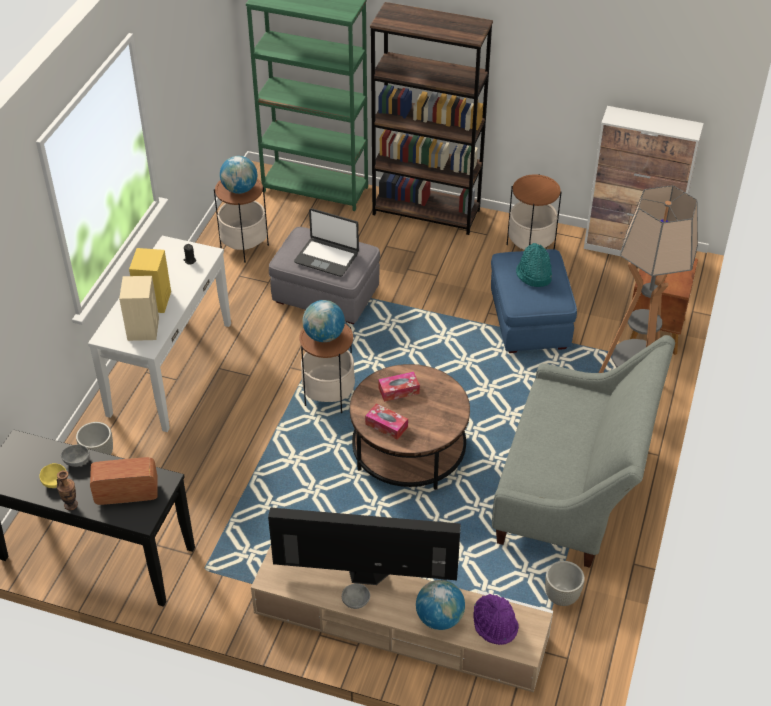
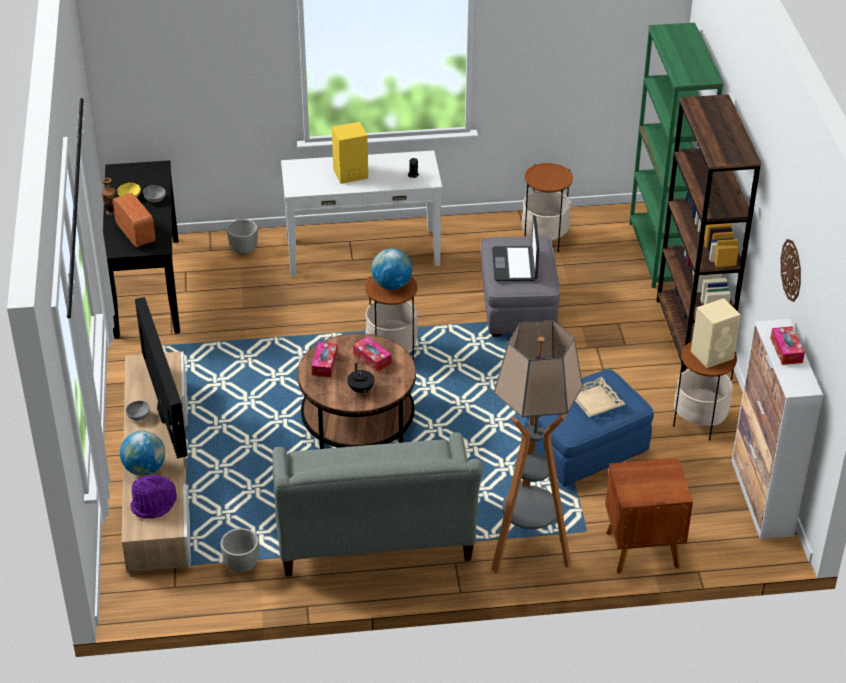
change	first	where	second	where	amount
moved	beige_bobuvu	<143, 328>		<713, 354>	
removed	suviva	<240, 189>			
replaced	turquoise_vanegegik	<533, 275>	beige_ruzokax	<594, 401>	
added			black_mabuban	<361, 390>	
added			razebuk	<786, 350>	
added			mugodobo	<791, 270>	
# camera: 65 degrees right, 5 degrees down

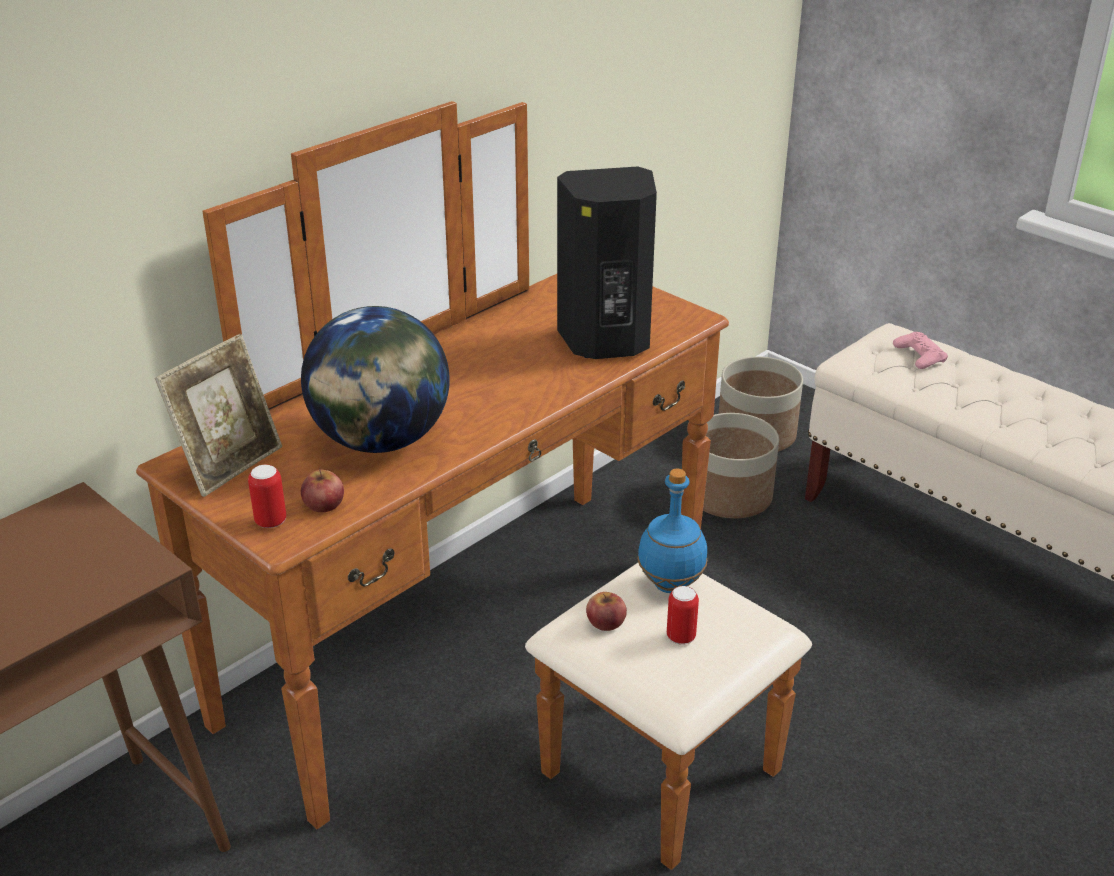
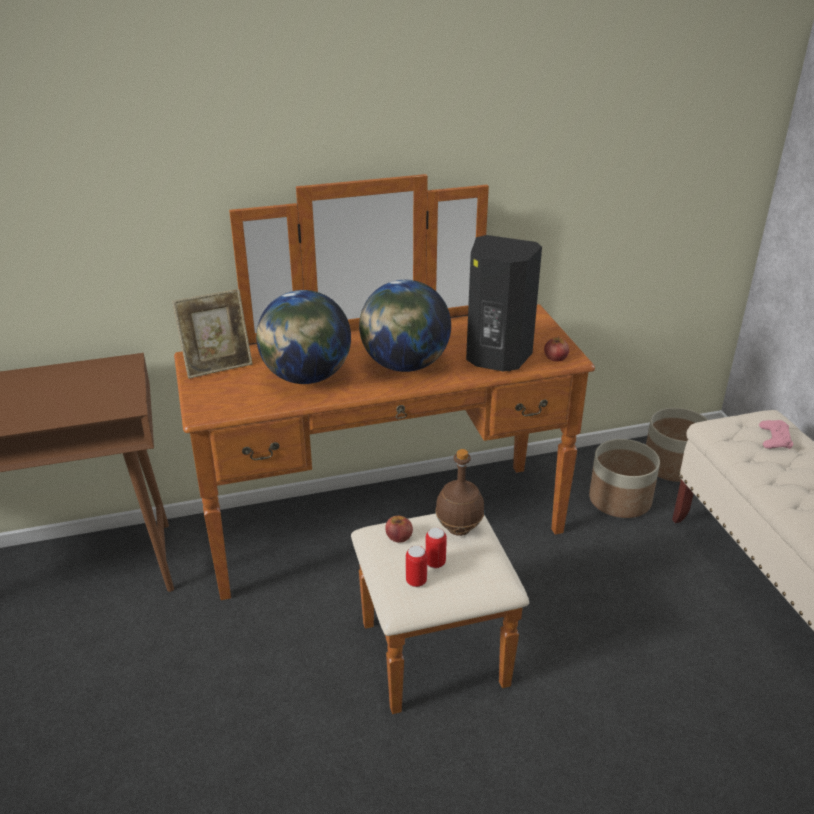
change	first	where	second	where	amount
moved	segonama	<271, 521>		<416, 581>	
moved	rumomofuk	<323, 503>		<555, 357>	
recoloured	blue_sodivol	<671, 585>	brown_sodivol	<458, 529>	
added			suviva	<404, 365>	
# camera: 30 degrees right, 0 degrees up

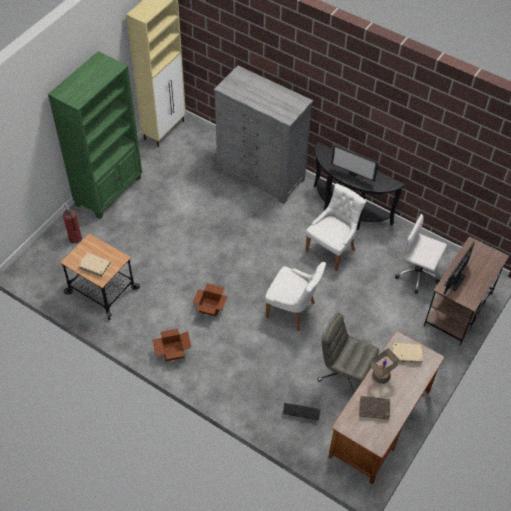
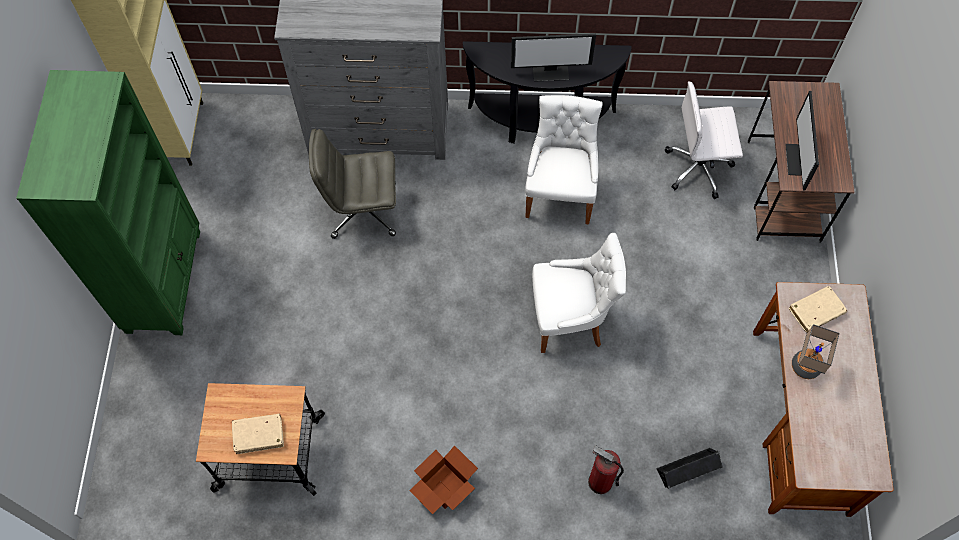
change	first	where	second	where	amount
moved	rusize	<75, 238>		<600, 482>	
removed	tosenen	<211, 306>			
moved	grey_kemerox	<344, 373>		<362, 210>	
removed	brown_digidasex	<374, 409>			
# camera: 30 degrees left, 10 degrees up

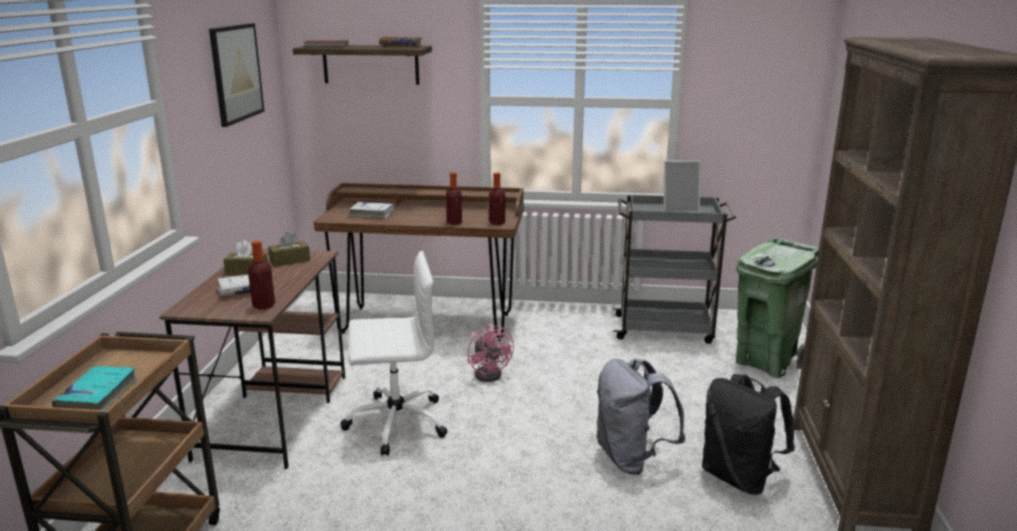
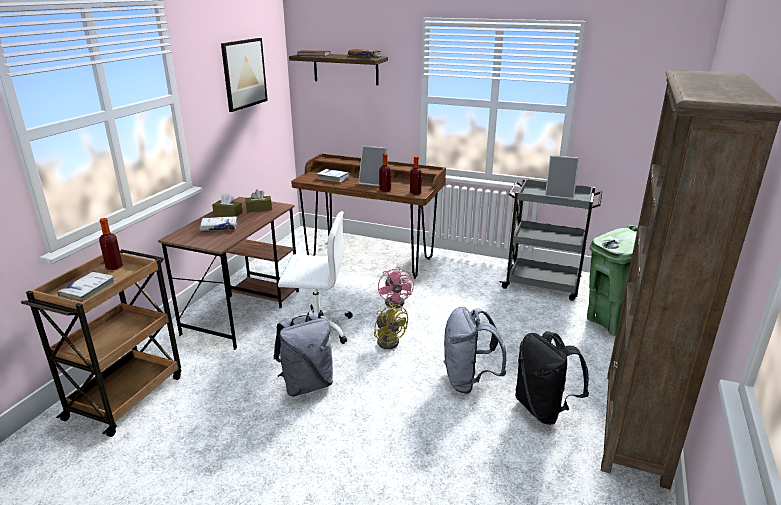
change	first	where	second	where	amount
recoloured	turquoise_digidasex	<97, 396>	white_digidasex	<88, 291>	
moved	sodivol	<264, 306>		<114, 267>	
added			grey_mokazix	<307, 384>	
added			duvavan	<373, 182>	
added			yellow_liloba	<389, 340>	
# camera: 15 degrees right, 5 degrees up

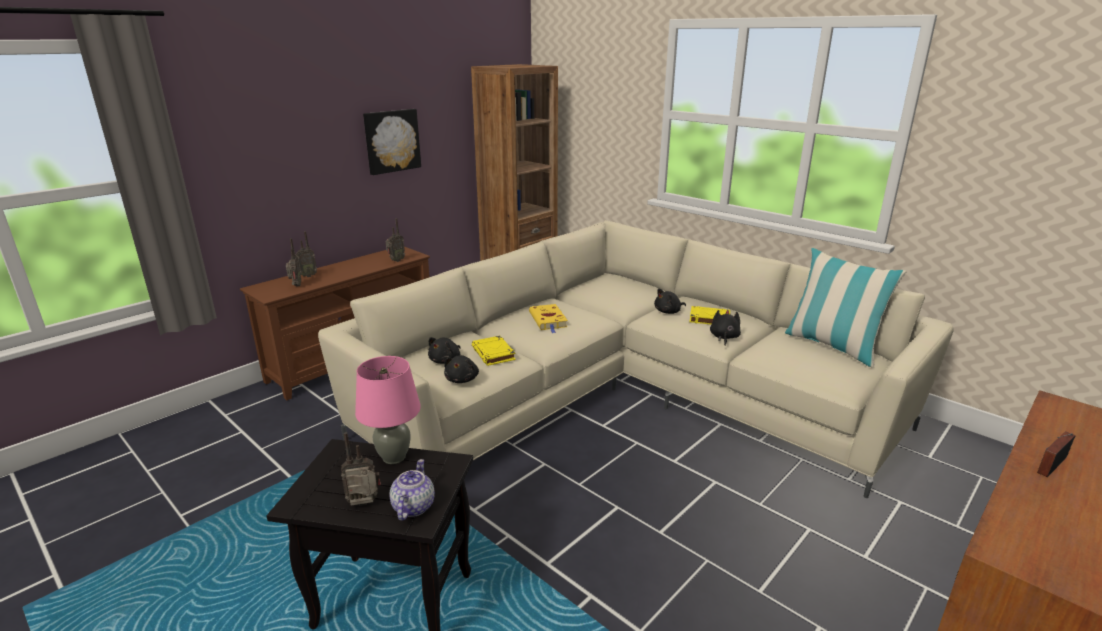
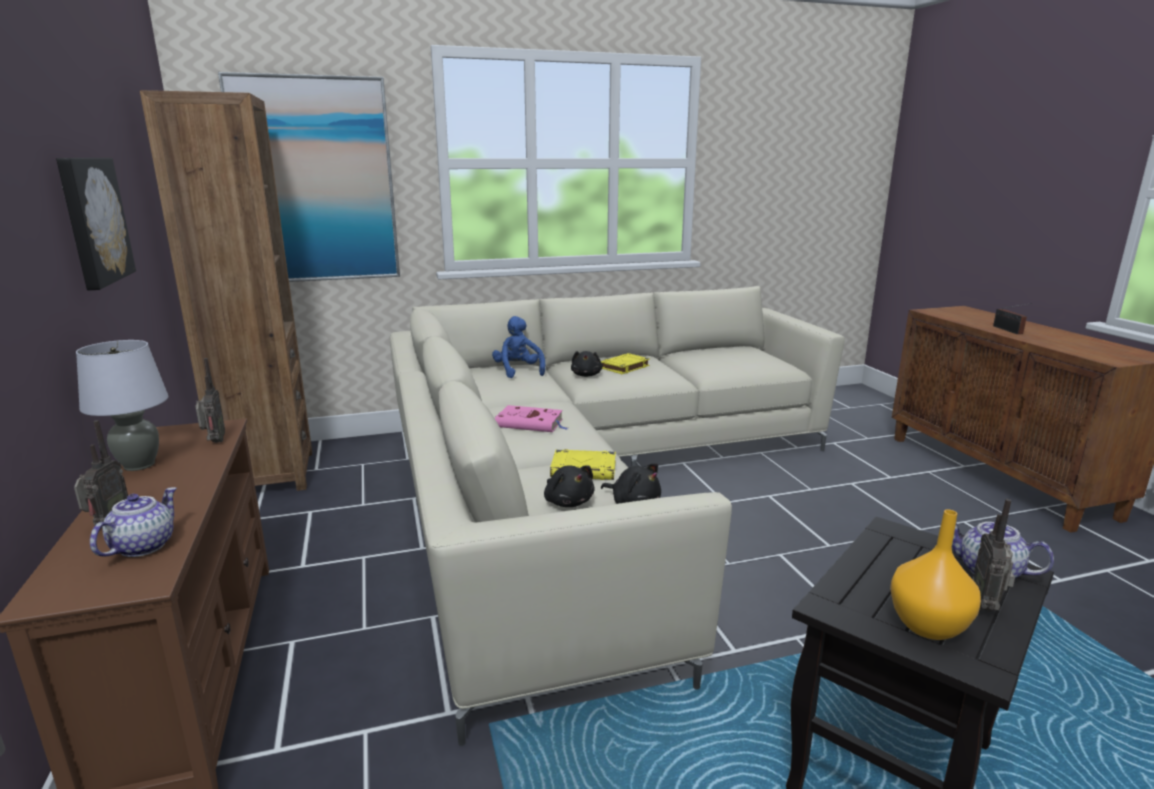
change	first	where	second	where	amount
replaced	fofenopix	<295, 286>	mabuban	<143, 546>	
removed	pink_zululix	<394, 457>			
recoloured	yellow_digidasex	<548, 320>	pink_digidasex	<531, 423>	
removed	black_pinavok	<724, 337>			
removed	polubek	<832, 346>			
added			grey_zululix	<139, 465>	
added			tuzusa	<316, 181>	
added			blue_pinavok	<518, 371>	
added			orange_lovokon	<928, 627>	
# camera: 60 degrees left, 5 degrees down

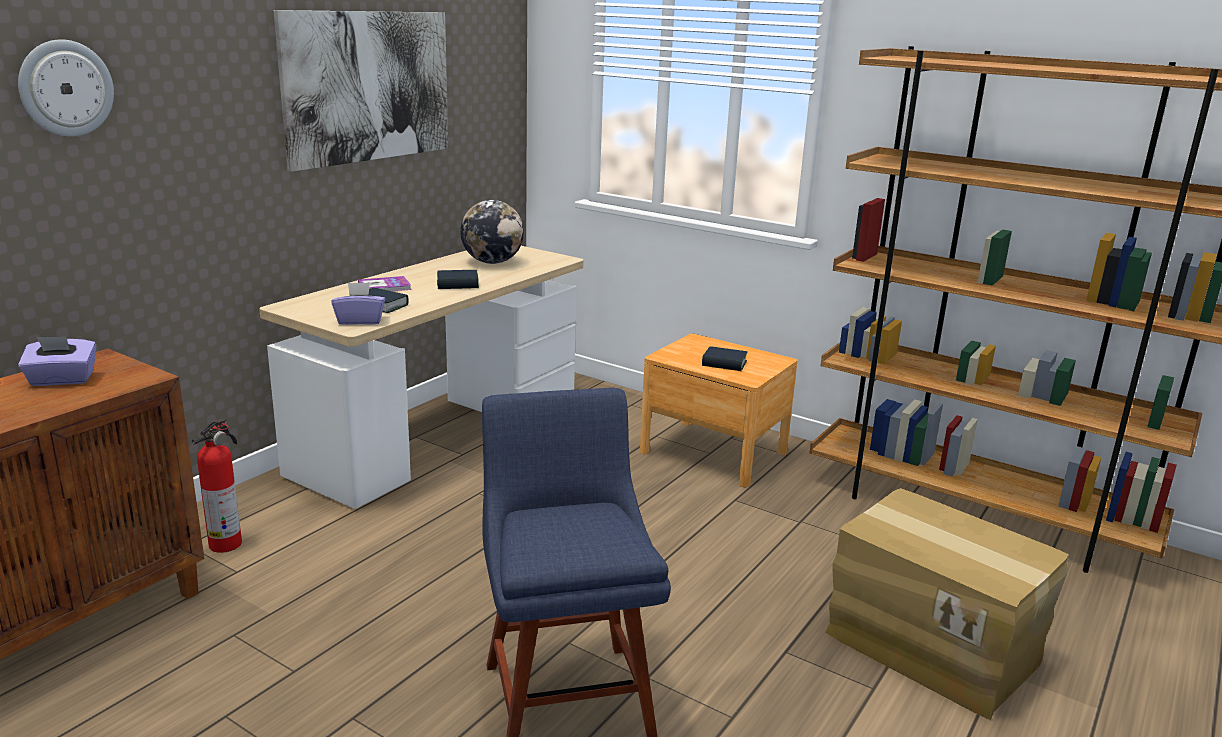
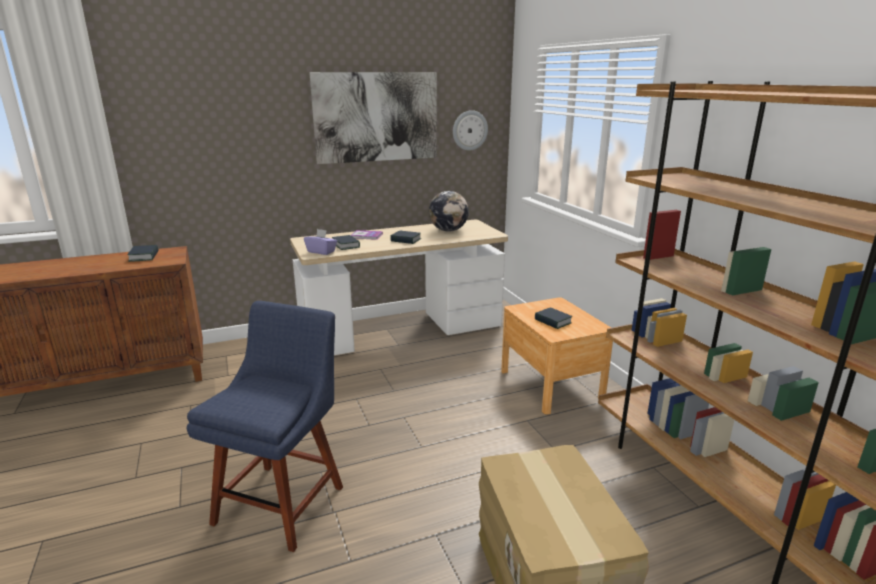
change	first	where	second	where	amount
moved	mugodobo	<65, 88>		<469, 130>	
replaced	purple_razebuk	<62, 380>	digidasex	<144, 256>	
removed	rusize	<227, 543>			
# camera: 35 degrees right, 0 degrees up

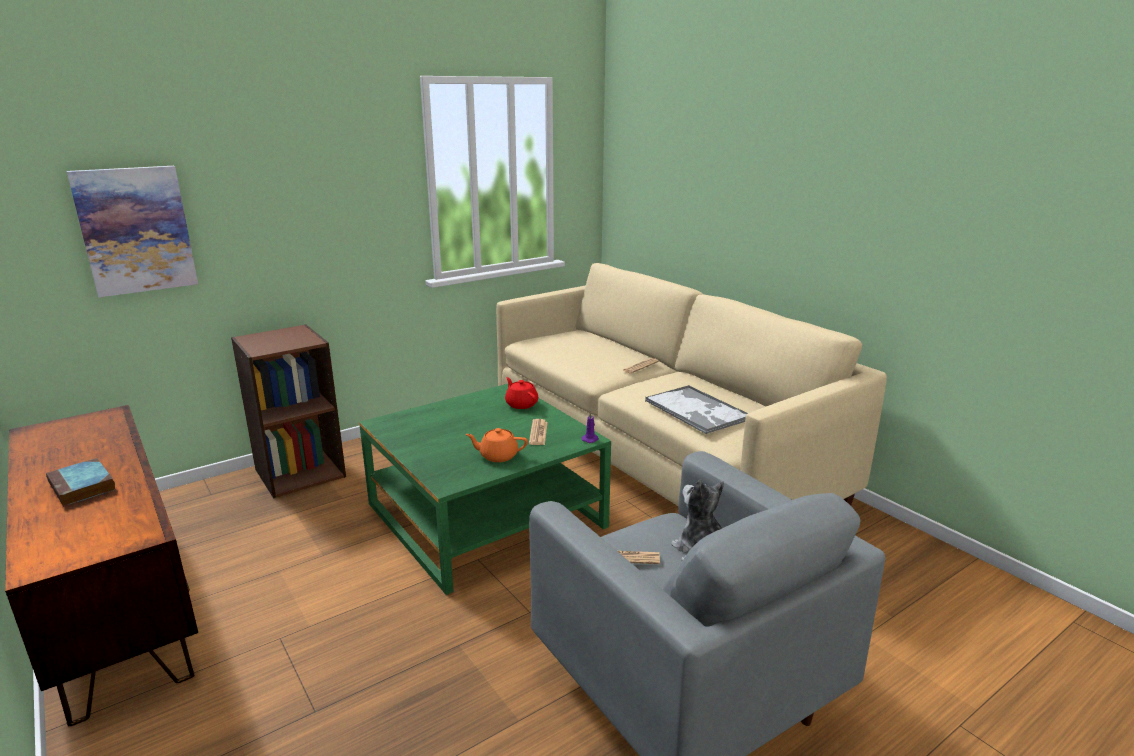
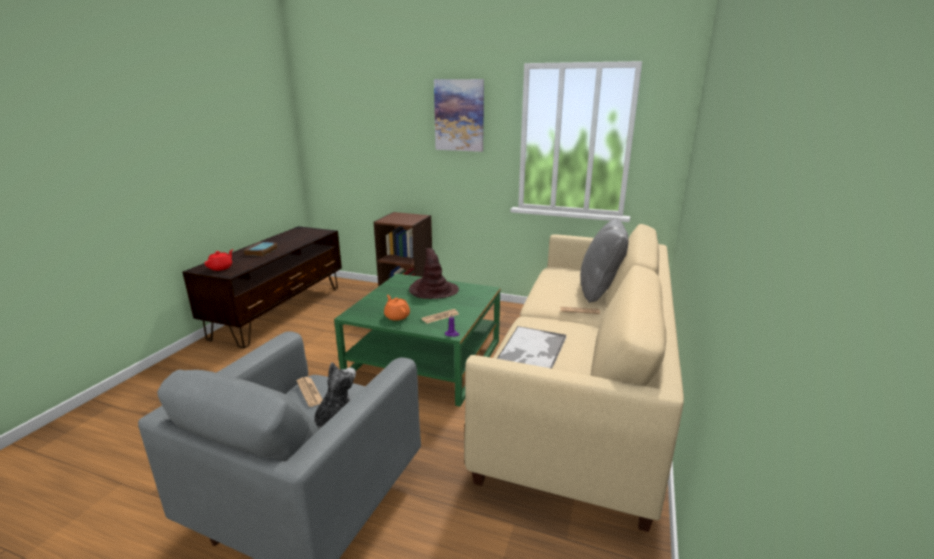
change	first	where	second	where	amount
moved	tuzusa	<135, 230>		<459, 115>	
moved	red_mabuban	<521, 404>		<221, 268>	
added			brown_vanegegik	<433, 290>	
added			grey_polubek	<599, 291>	
# camera: 55 degrees right, 0 degrees up

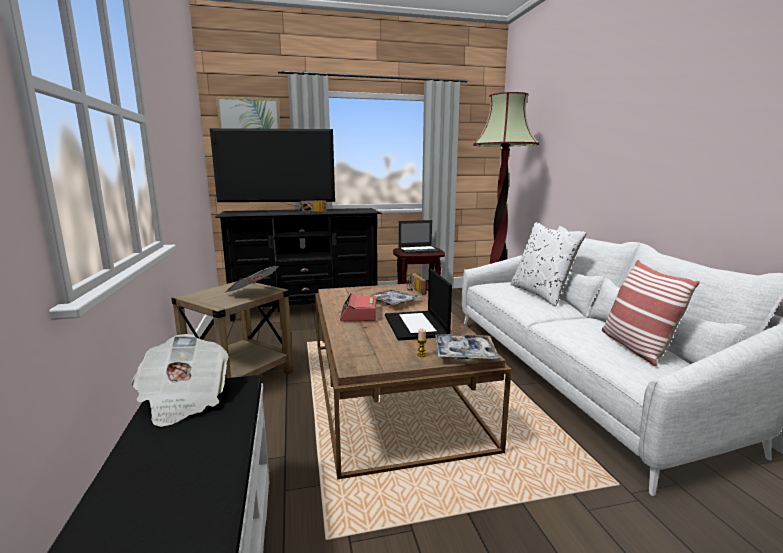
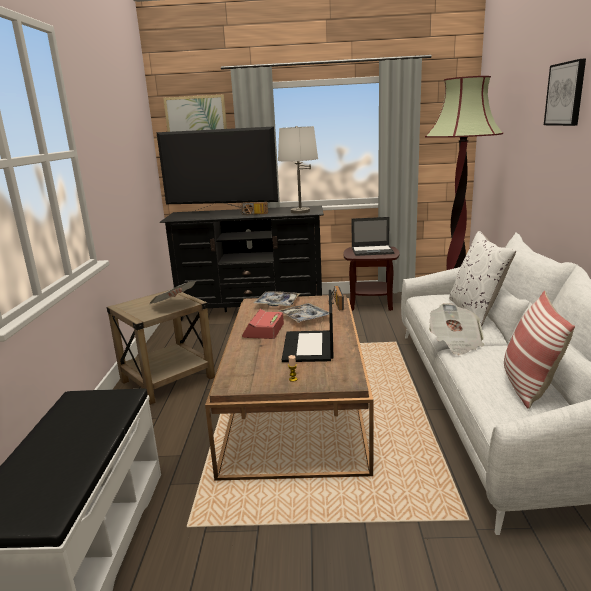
change	first	where	second	where	amount
moved	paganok	<184, 399>		<455, 342>	
moved	ruzokax	<464, 353>		<277, 303>	
added			white_zululix	<300, 211>	
added			tuzusa	<565, 94>	
# camera: 15 degrees right, 5 degrees up

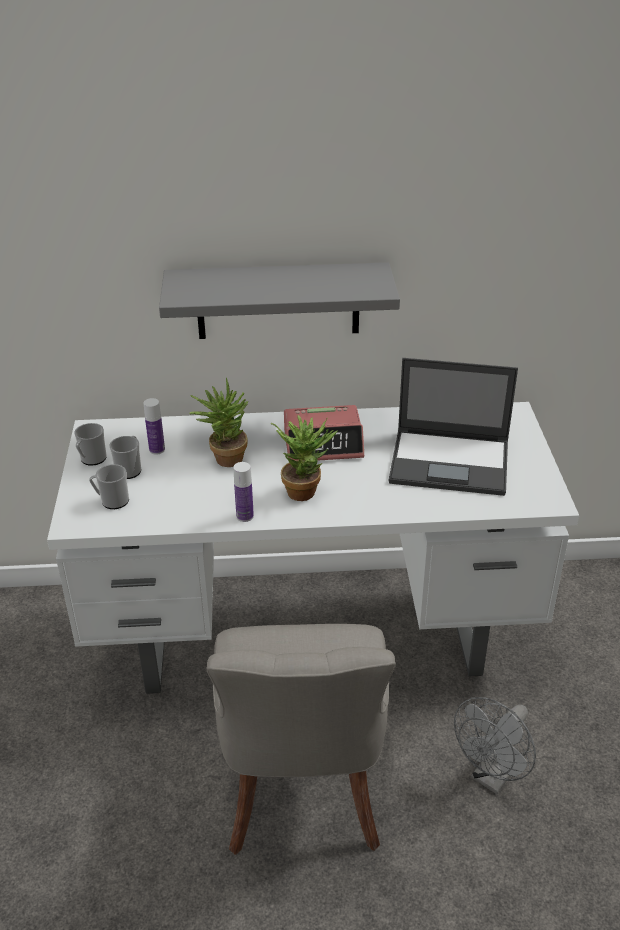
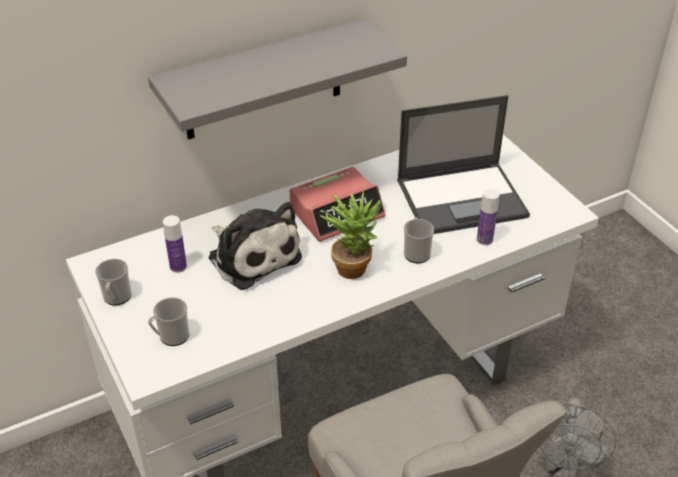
change	first	where	second	where	amount
moved	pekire	<129, 469>		<416, 252>	
replaced	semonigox	<224, 458>	pinavok	<252, 255>	
moved	sodivol	<245, 516>		<484, 239>	
# camera: 25 degrees left, 5 degrees up

